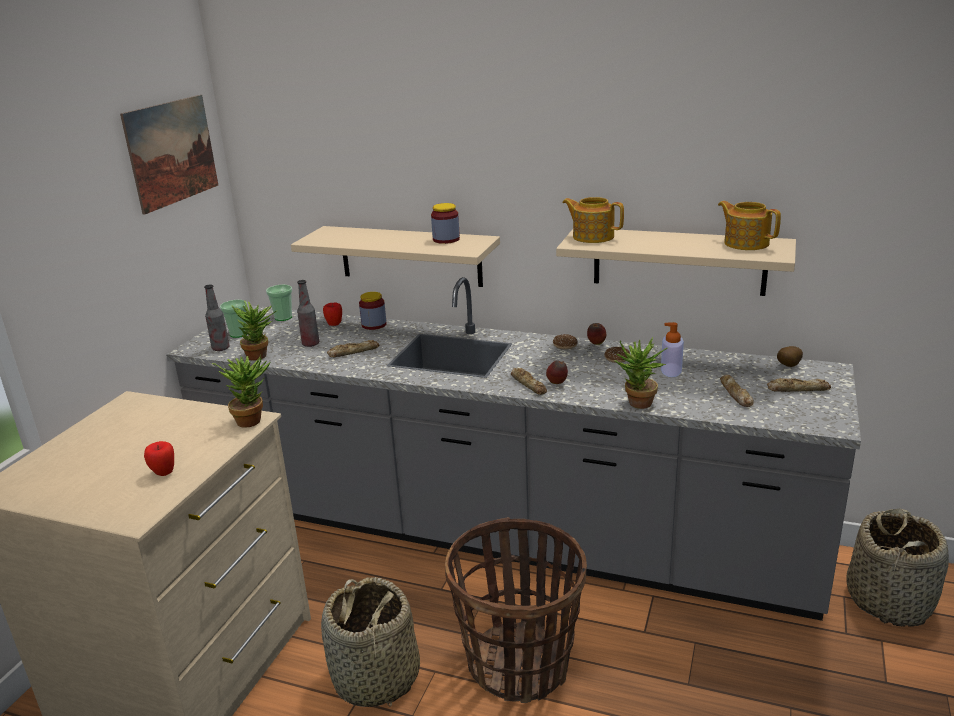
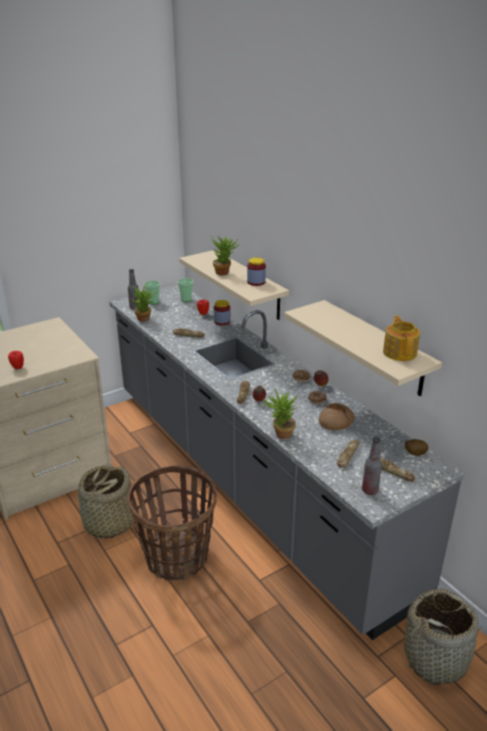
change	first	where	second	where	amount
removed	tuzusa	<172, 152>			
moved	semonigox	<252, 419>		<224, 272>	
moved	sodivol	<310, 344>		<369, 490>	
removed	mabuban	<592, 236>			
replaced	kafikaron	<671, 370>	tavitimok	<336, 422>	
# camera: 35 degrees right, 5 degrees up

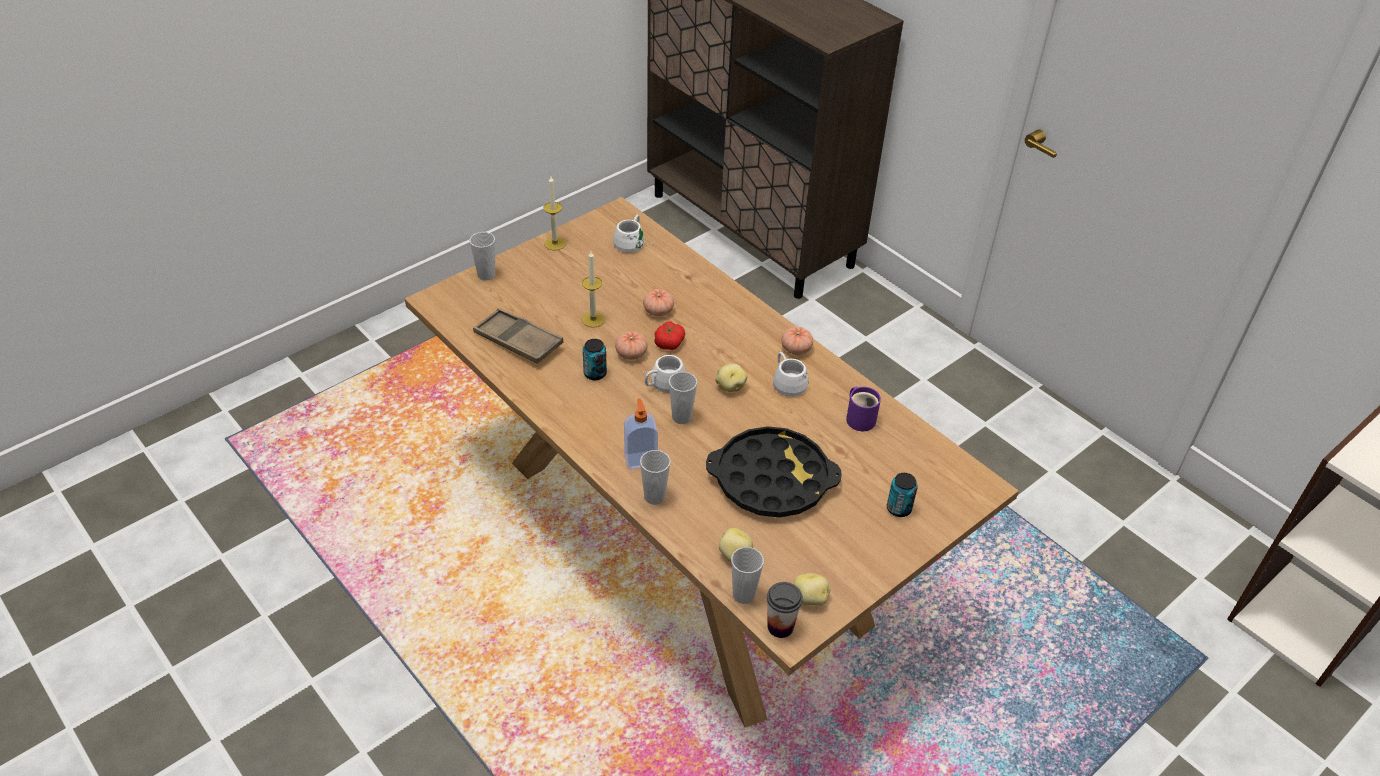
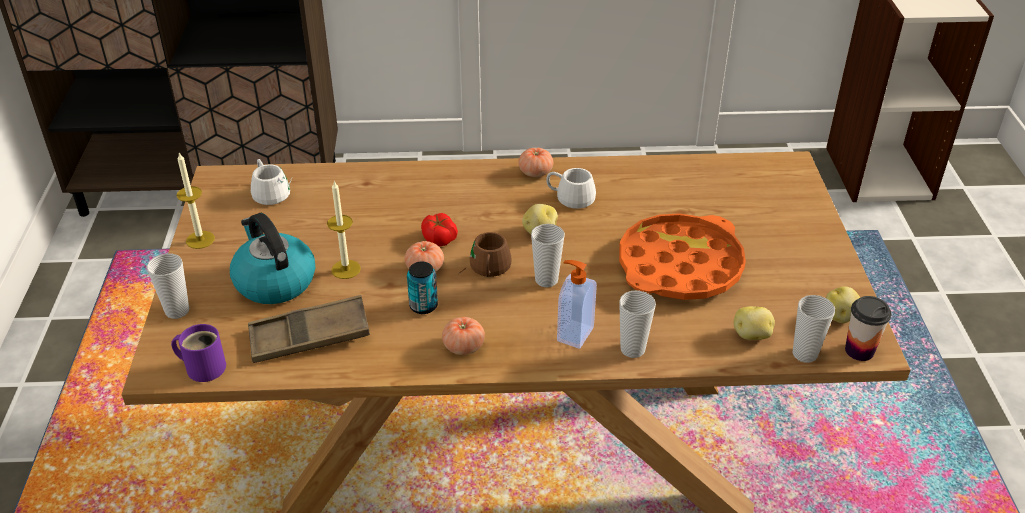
change	first	where	second	where	amount
recoloured	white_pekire	<662, 381>	brown_pekire	<485, 268>	
moved	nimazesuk	<658, 311>		<463, 346>	
recoloured	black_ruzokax	<772, 479>	orange_ruzokax	<679, 266>	
moved	purple_pekire	<860, 418>		<203, 366>	
removed	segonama	<898, 508>			
added			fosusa	<274, 281>	
# camera: 50 degrees left, 5 degrees down

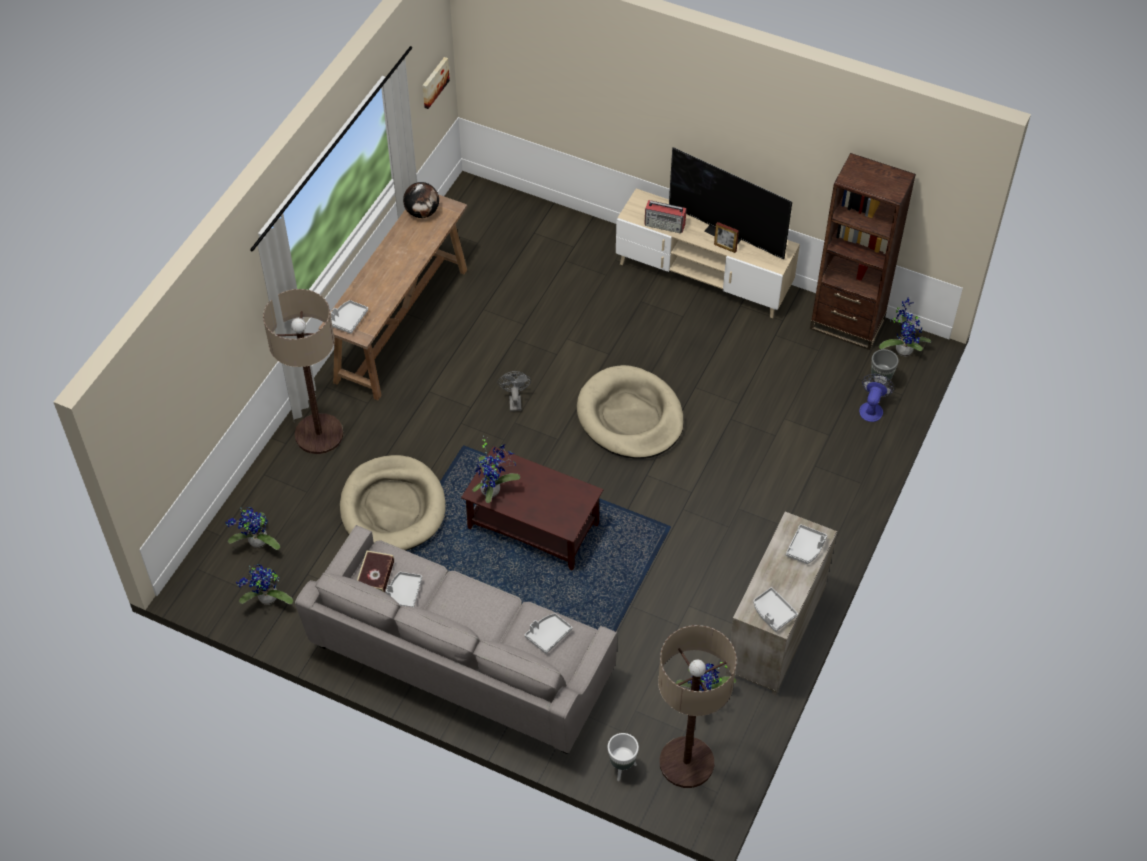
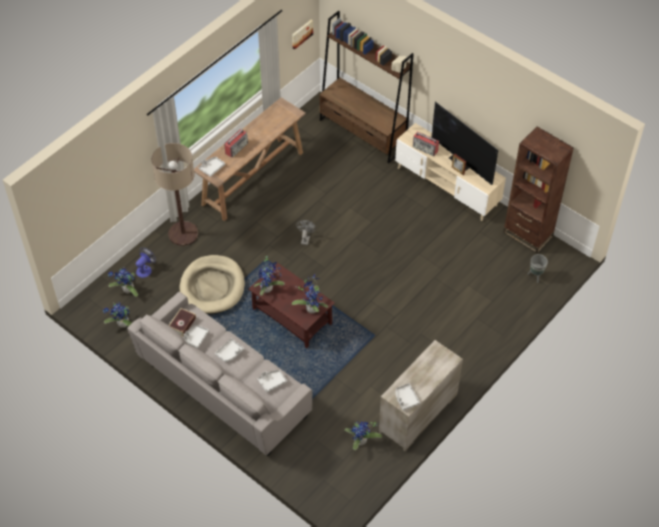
change	first	where	second	where	amount
removed	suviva	<422, 212>			
removed	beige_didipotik	<630, 416>			
removed	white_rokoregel	<622, 768>			
removed	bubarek	<686, 763>			
moved	grey_ruzokax	<806, 548>		<230, 353>	
moved	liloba	<872, 408>		<145, 269>	
moved	semonigox	<902, 349>		<311, 307>	
added			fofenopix	<237, 148>	
added			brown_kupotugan	<363, 133>	
# camera: 15 degrees right, 0 degrees up

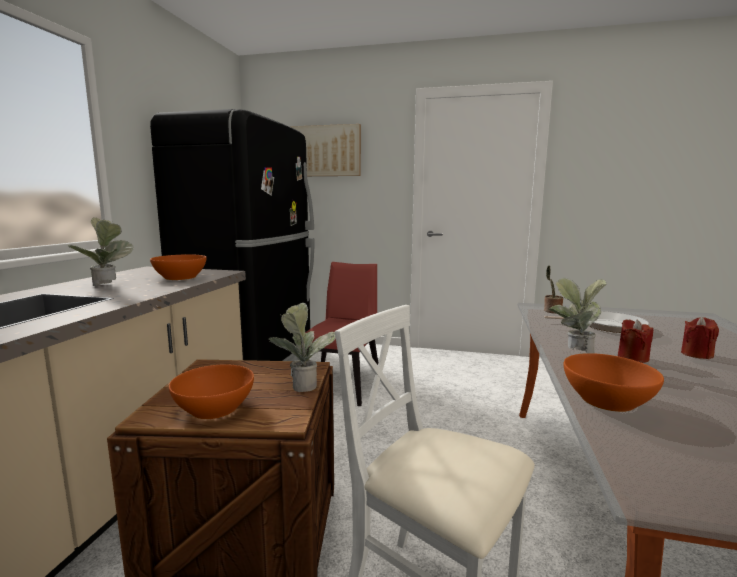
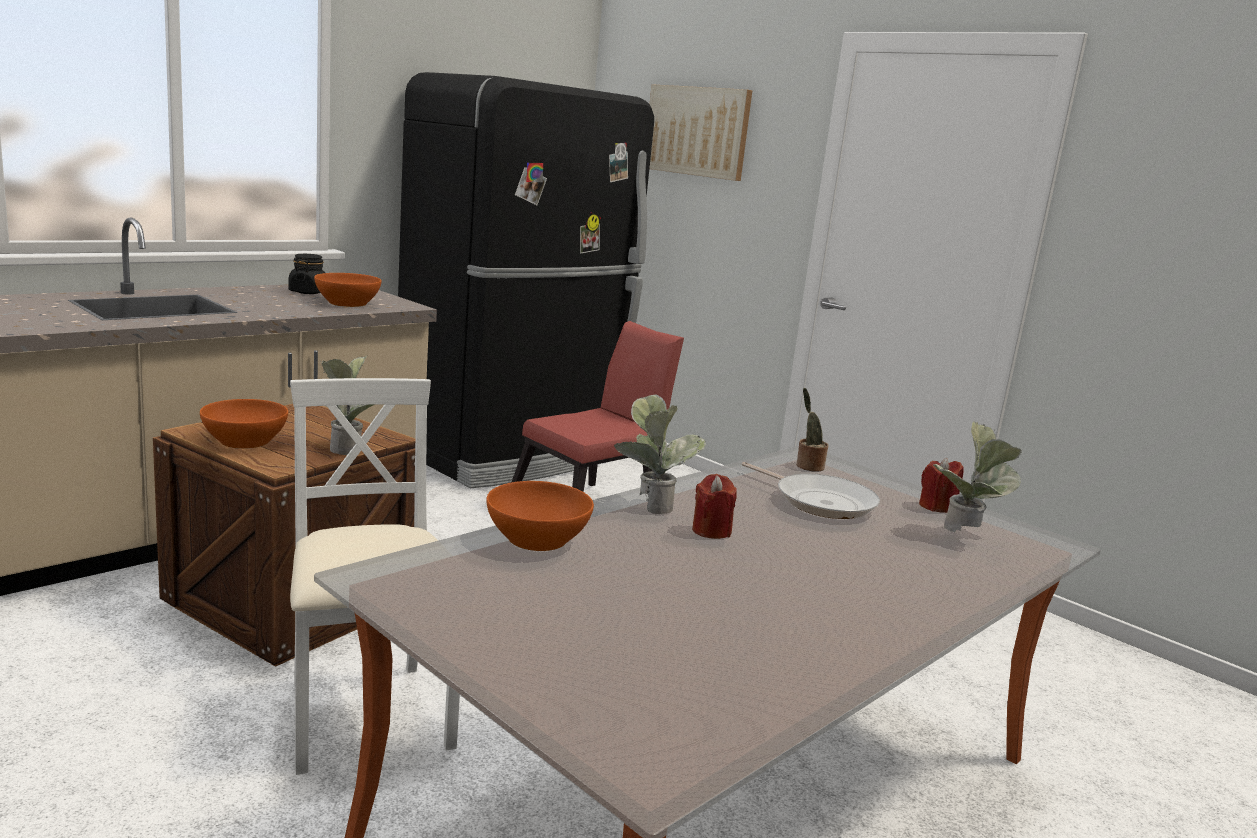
change	first	where	second	where	amount
moved	semonigox	<107, 286>		<967, 534>	
moved	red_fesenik	<696, 354>		<936, 507>	
added			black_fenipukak	<308, 292>	
# camera: 30 degrees right, 5 degrees up

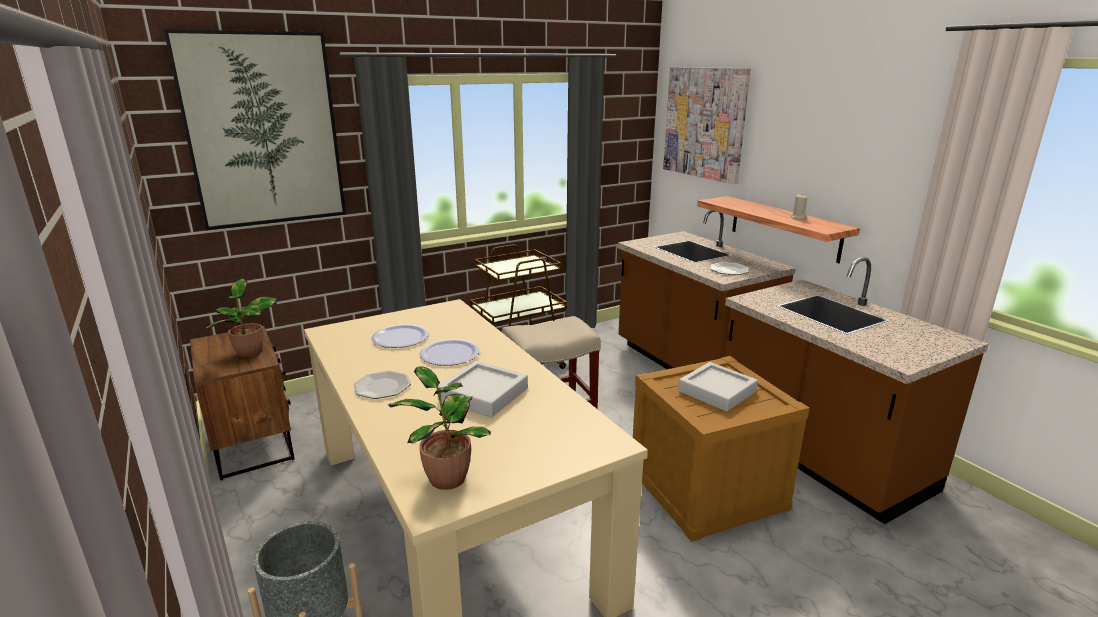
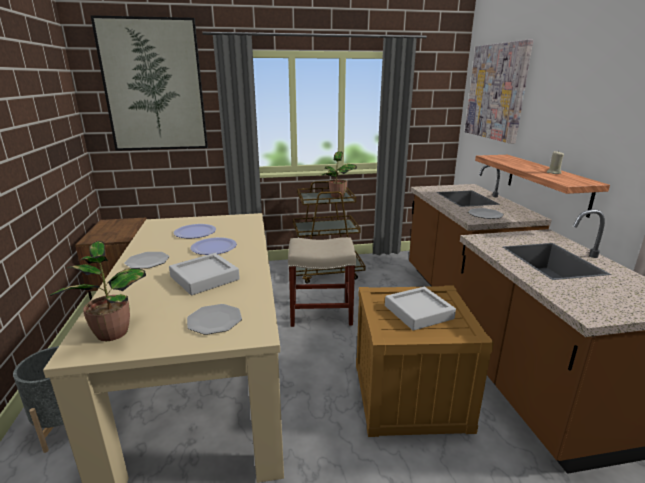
change	first	where	second	where	amount
moved	semonigox	<249, 353>		<337, 196>	
added			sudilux	<214, 320>	
# camera: 20 degrees right, 0 degrees up

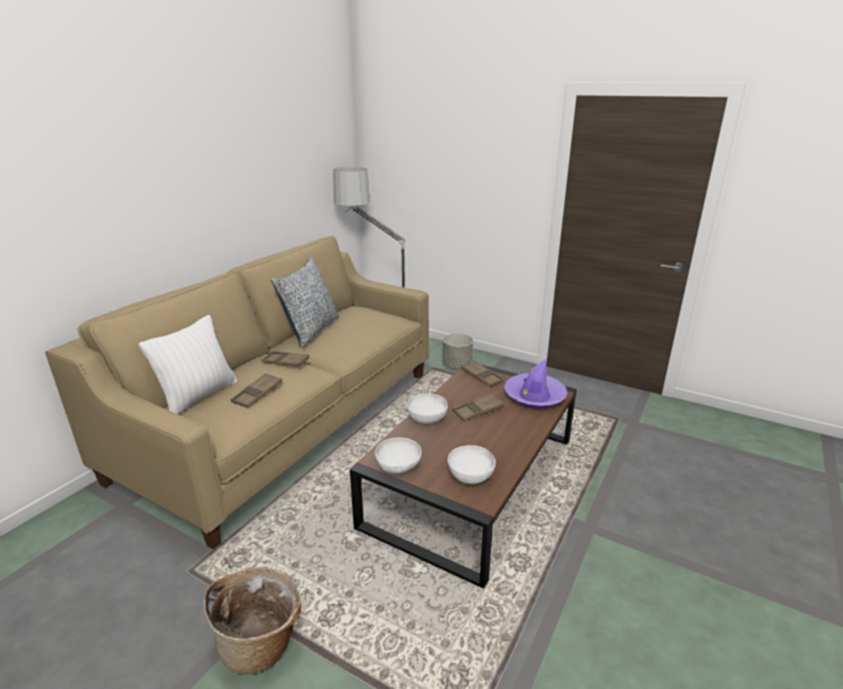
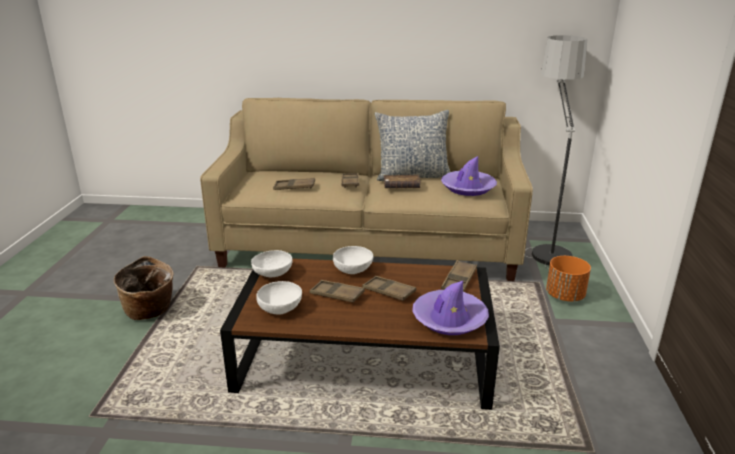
change	first	where	second	where	amount
removed	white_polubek	<199, 396>			
recoloured	grey_rokoregel	<457, 365>	orange_rokoregel	<565, 296>	
added			brown_ruzokax	<337, 295>	
added			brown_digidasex	<401, 187>	
added			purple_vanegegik	<468, 188>	
# camera: 65 degrees right, 0 degrees up

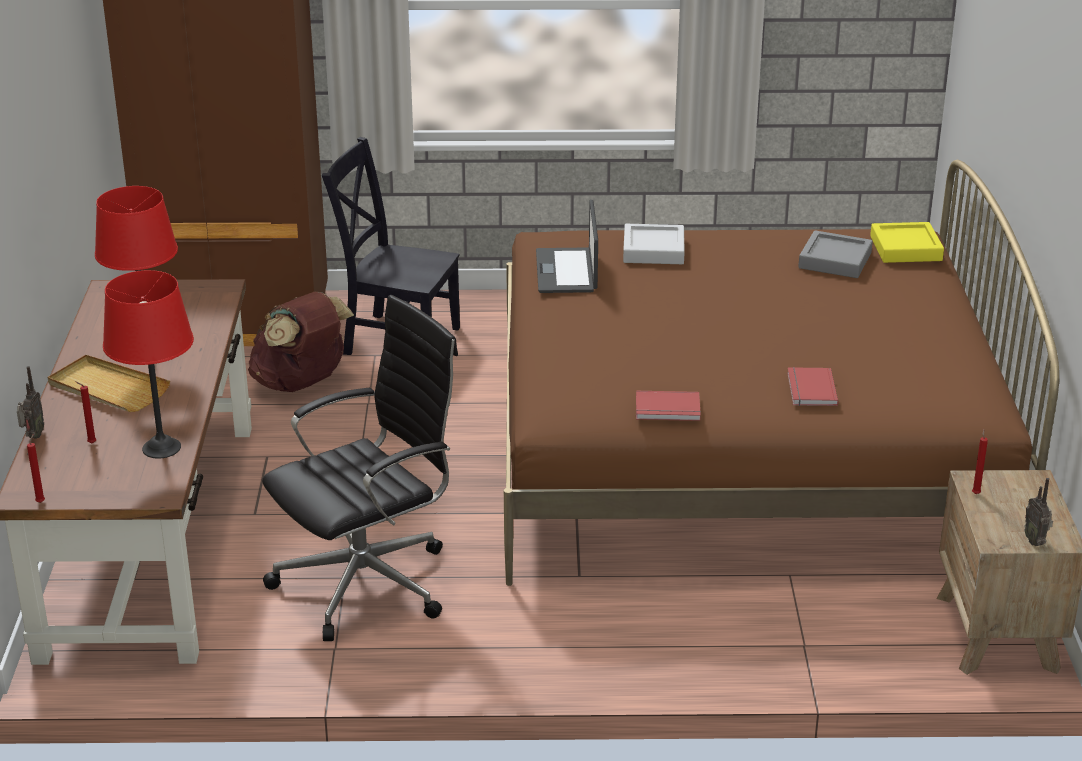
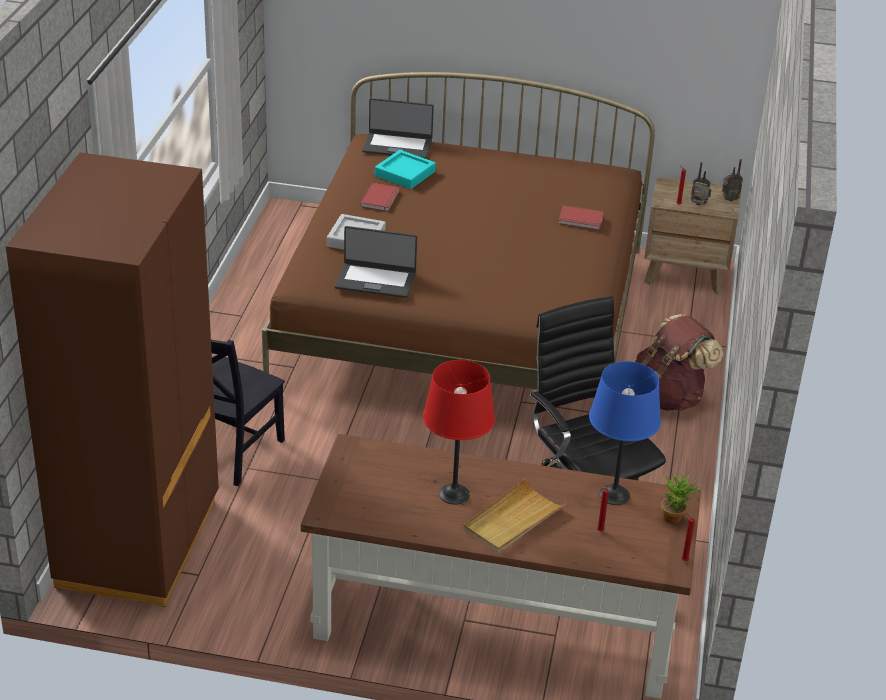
change	first	where	second	where	amount
moved	fofenopix	<33, 437>		<699, 205>	
recoloured	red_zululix	<162, 448>	blue_zululix	<614, 495>	
moved	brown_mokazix	<301, 383>		<668, 397>	
moved	red_digidasex	<668, 409>		<381, 199>	
recoloured	grey_ruzokax	<835, 260>	turquoise_ruzokax	<405, 174>	
replaced	yellow_ruzokax	<905, 248>	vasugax	<397, 146>	
added			semonigox	<675, 517>	
# camera: 80 degrees left, 5 degrees up

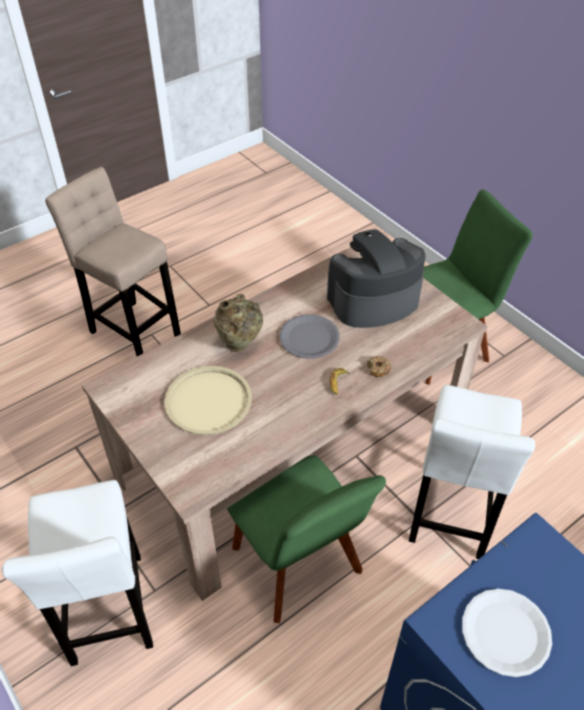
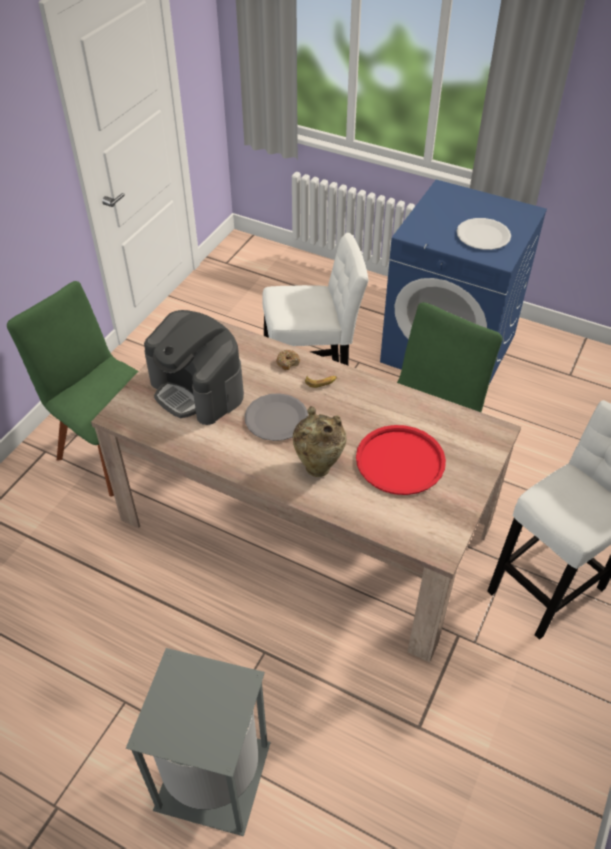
change	first	where	second	where	amount
replaced	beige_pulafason	<132, 330>	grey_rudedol	<211, 777>	
recoloured	beige_ruzokax	<208, 401>	red_ruzokax	<400, 460>	
# camera: 115 degrees left, 0 degrees up

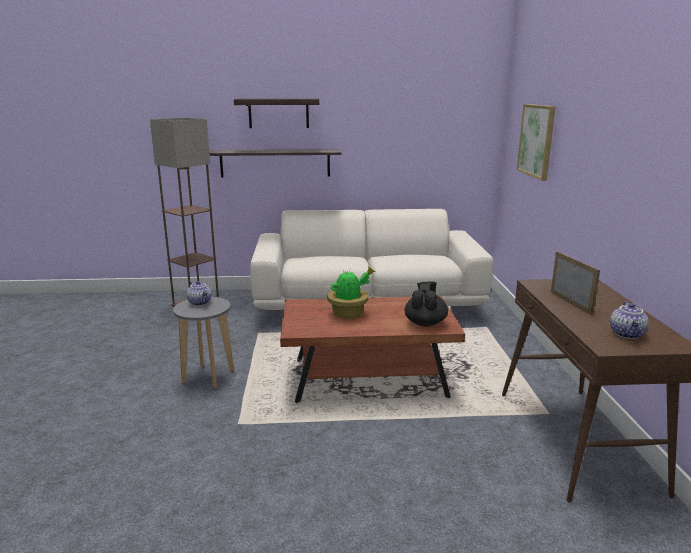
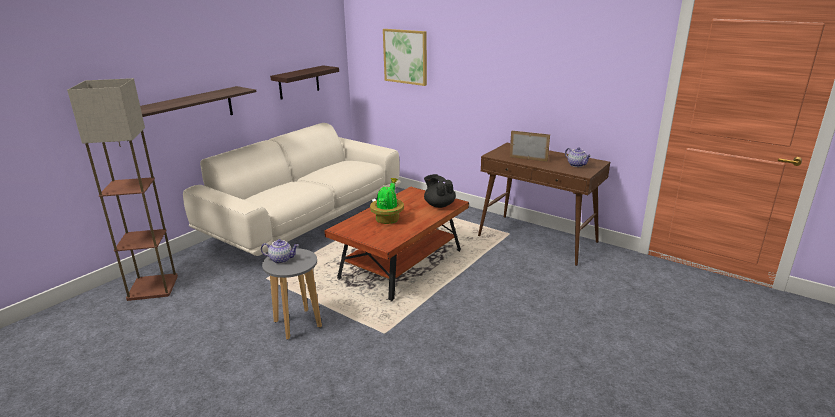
change	first	where	second	where	amount
moved	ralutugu	<278, 113>		<299, 82>	
# camera: 50 degrees left, 5 degrees up

